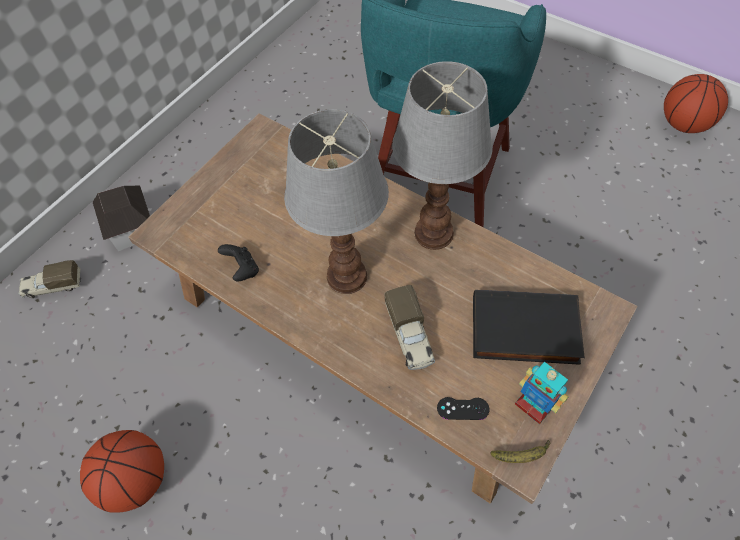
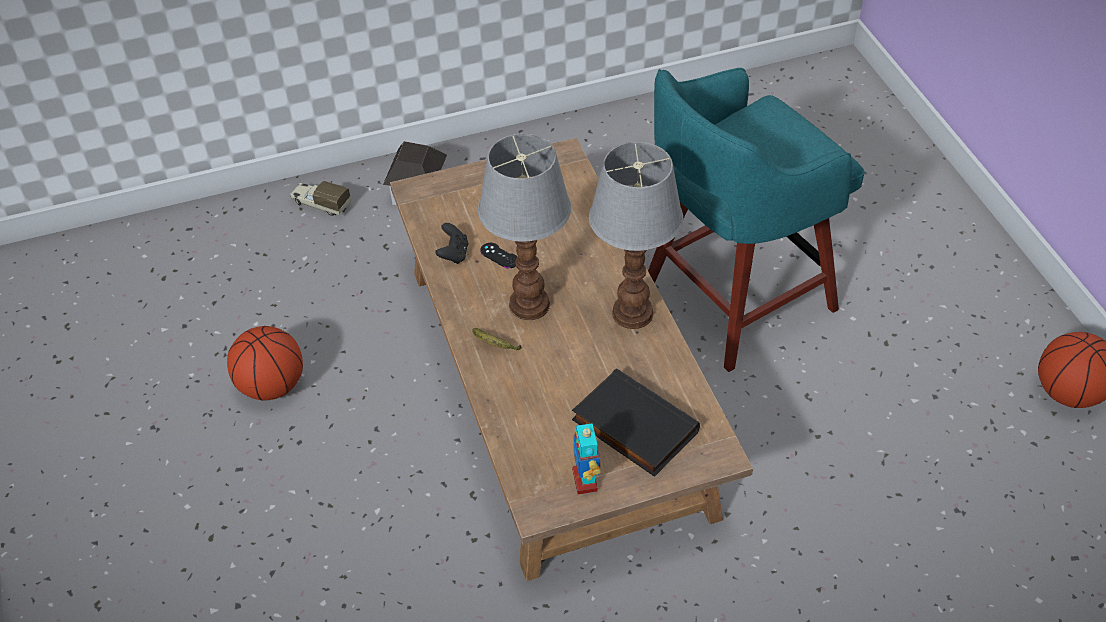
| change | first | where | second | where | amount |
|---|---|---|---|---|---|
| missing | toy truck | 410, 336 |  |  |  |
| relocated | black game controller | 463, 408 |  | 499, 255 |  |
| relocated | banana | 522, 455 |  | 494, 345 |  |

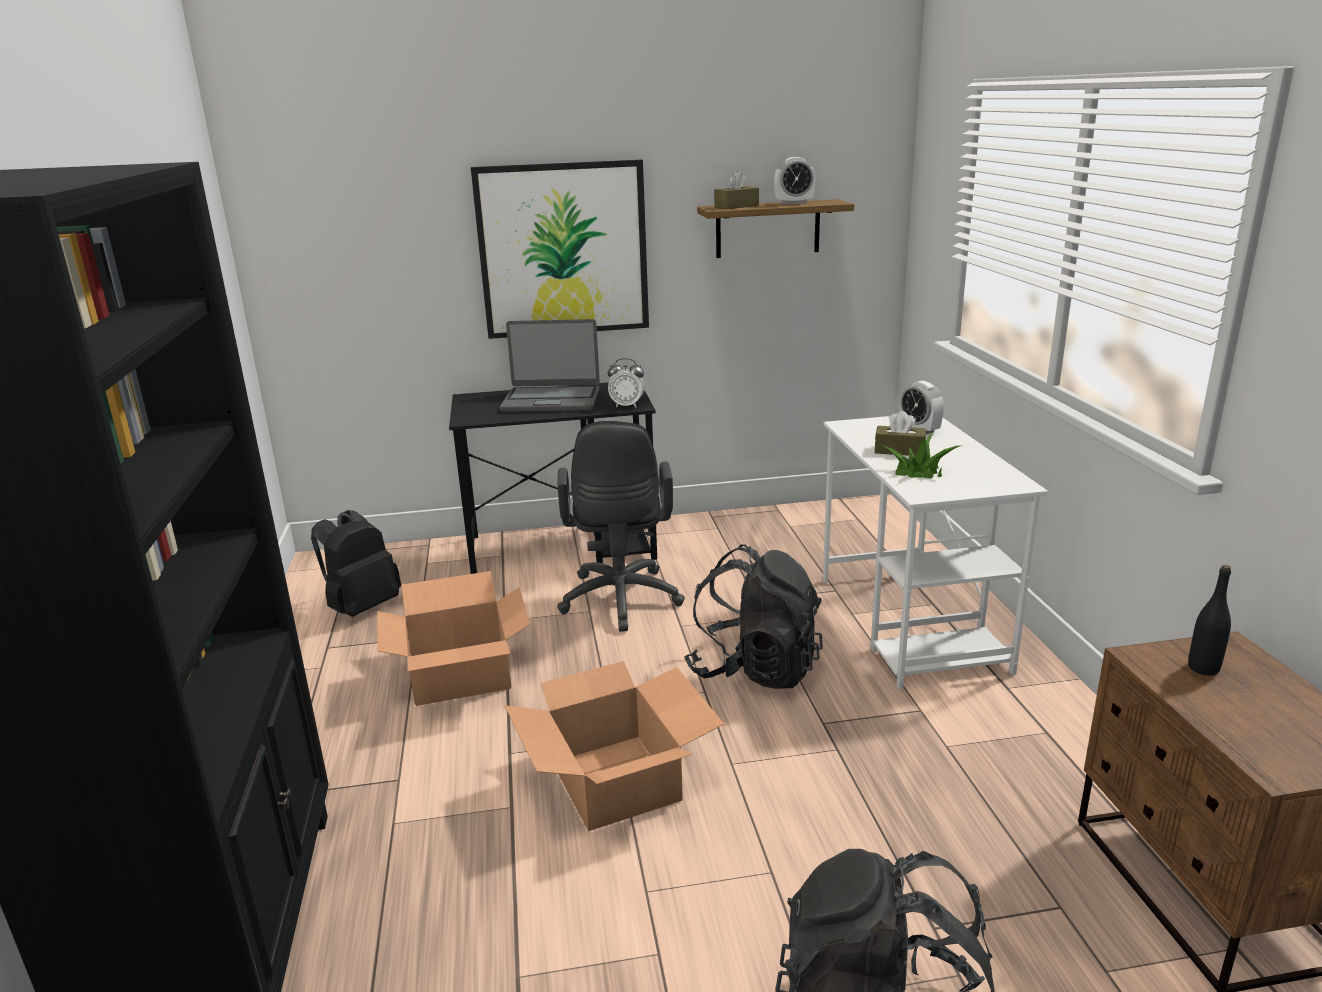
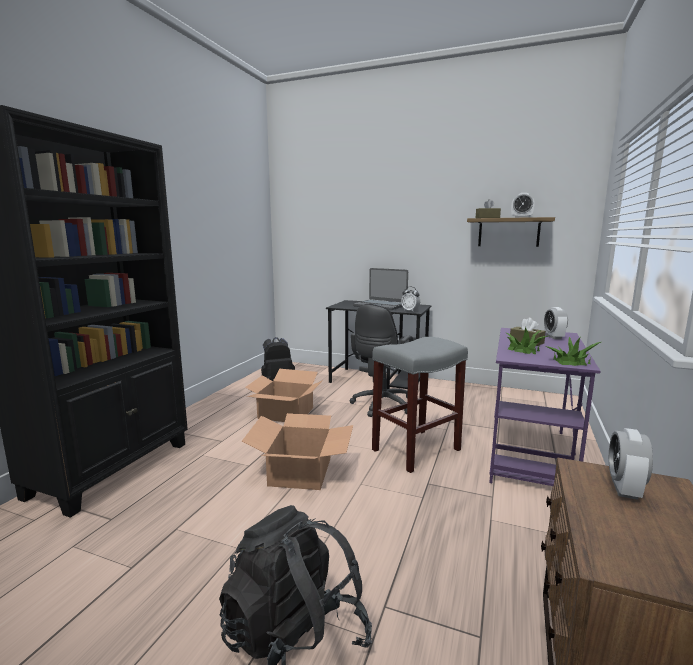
| change | first | where | second | where | amount |
|---|---|---|---|---|---|
| missing | picture | 563, 250 |  |  |  |
| appeared |  |  | potted plant | 571, 361 |  |
| exchanged | black backpack | 755, 669 | grey stool | 416, 449 |  |
| exchanged | black bottle | 1203, 668 | alarm clock | 624, 488 |  |
| colour | white desk | 911, 624 | purple desk | 529, 455 |  |

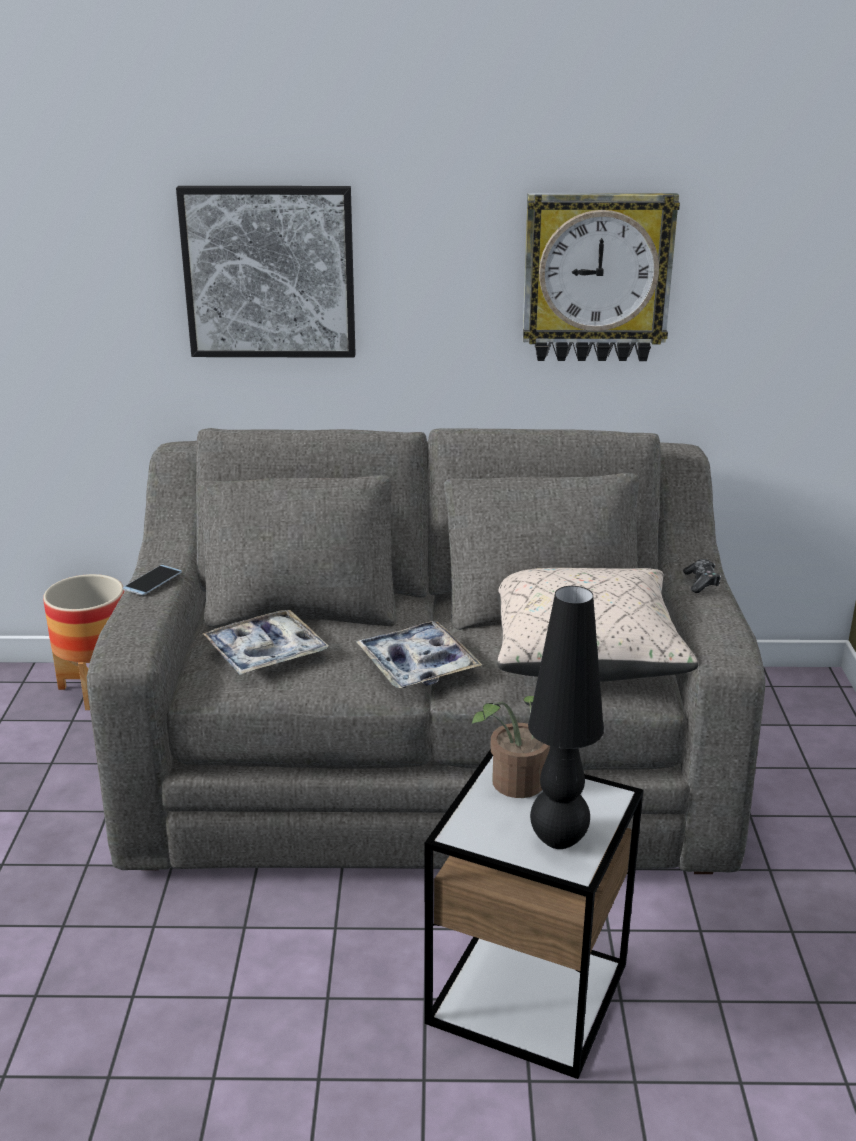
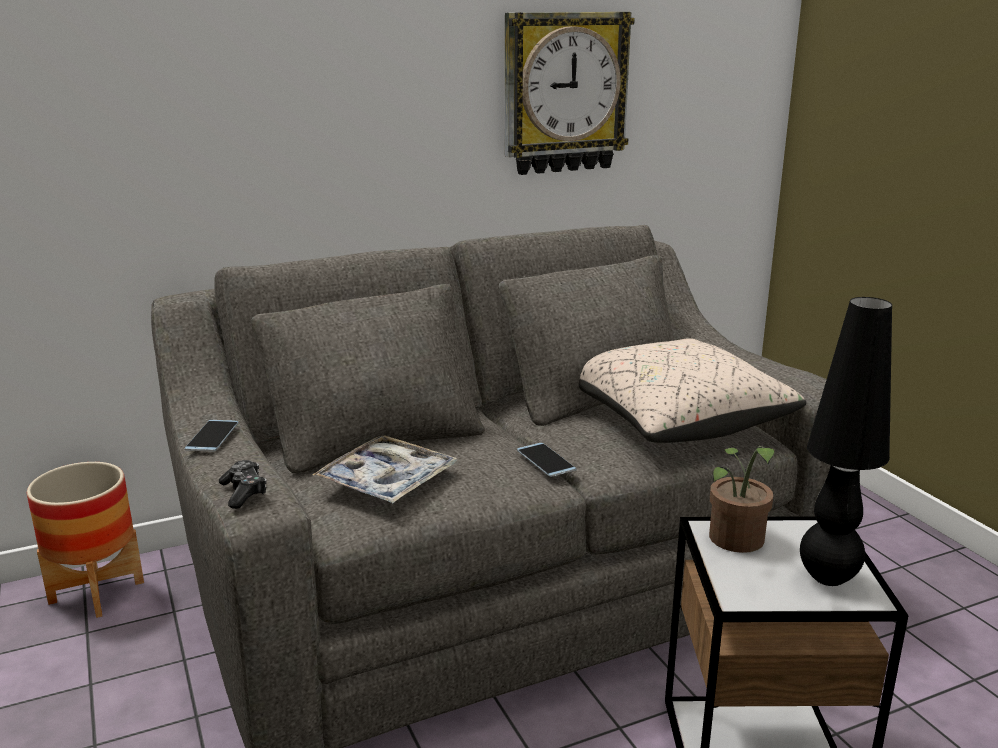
| change | first | where | second | where | amount |
|---|---|---|---|---|---|
| missing | picture | 269, 272 |  |  |  |
| relocated | game controller | 701, 582 |  | 244, 492 |  |
| exchanged | tray | 417, 665 | phone | 545, 460 |  |

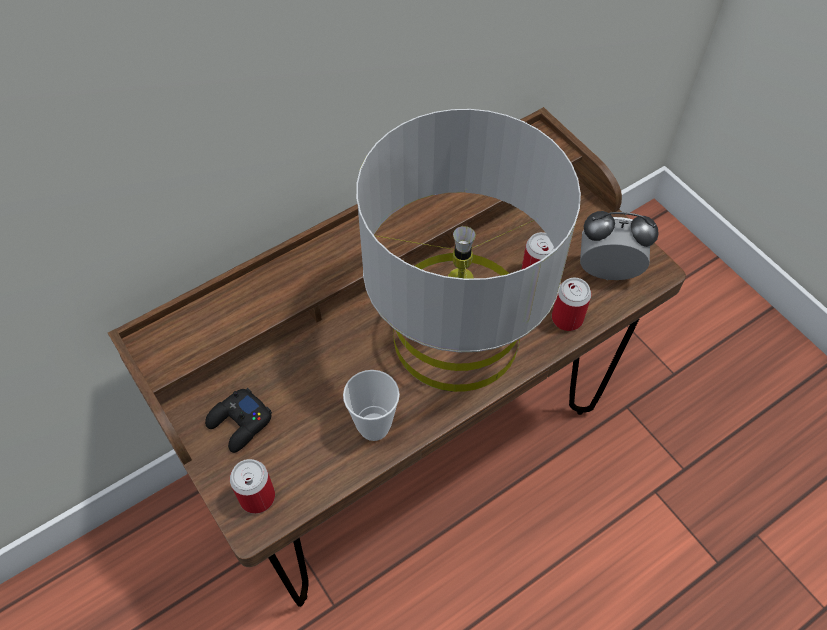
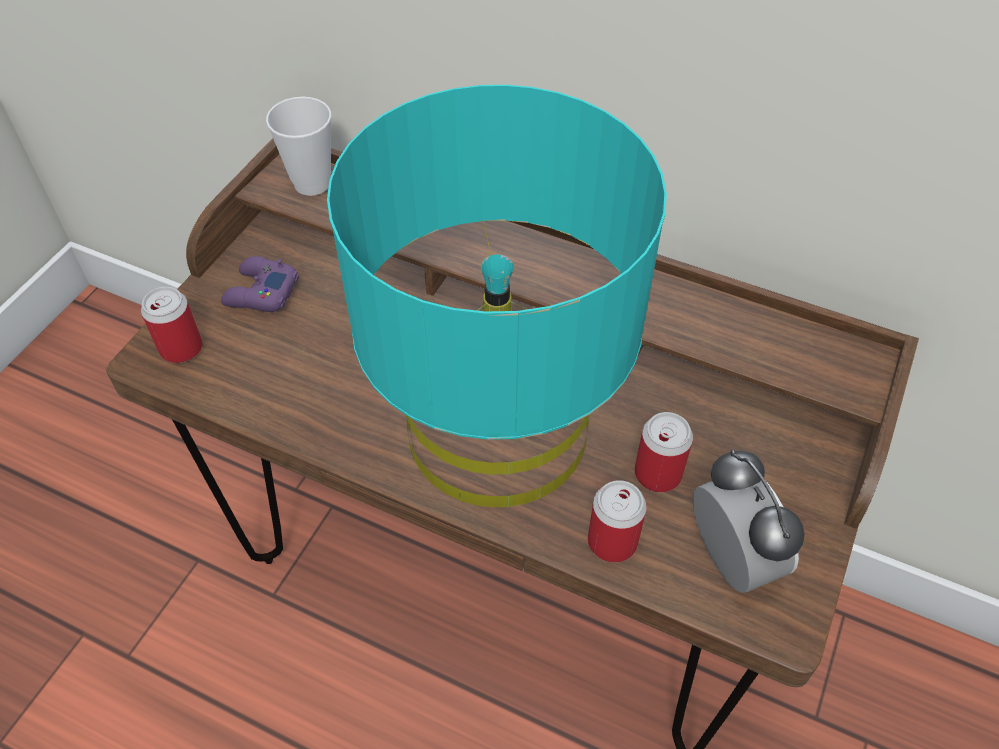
| change | first | where | second | where | amount |
|---|---|---|---|---|---|
| relocated | cup | 374, 426 |  | 312, 183 |  |
| colour | black game controller | 240, 423 | purple game controller | 260, 292 |  |
| colour | grey table lamp | 456, 336 | turquoise table lamp | 497, 430 |  |

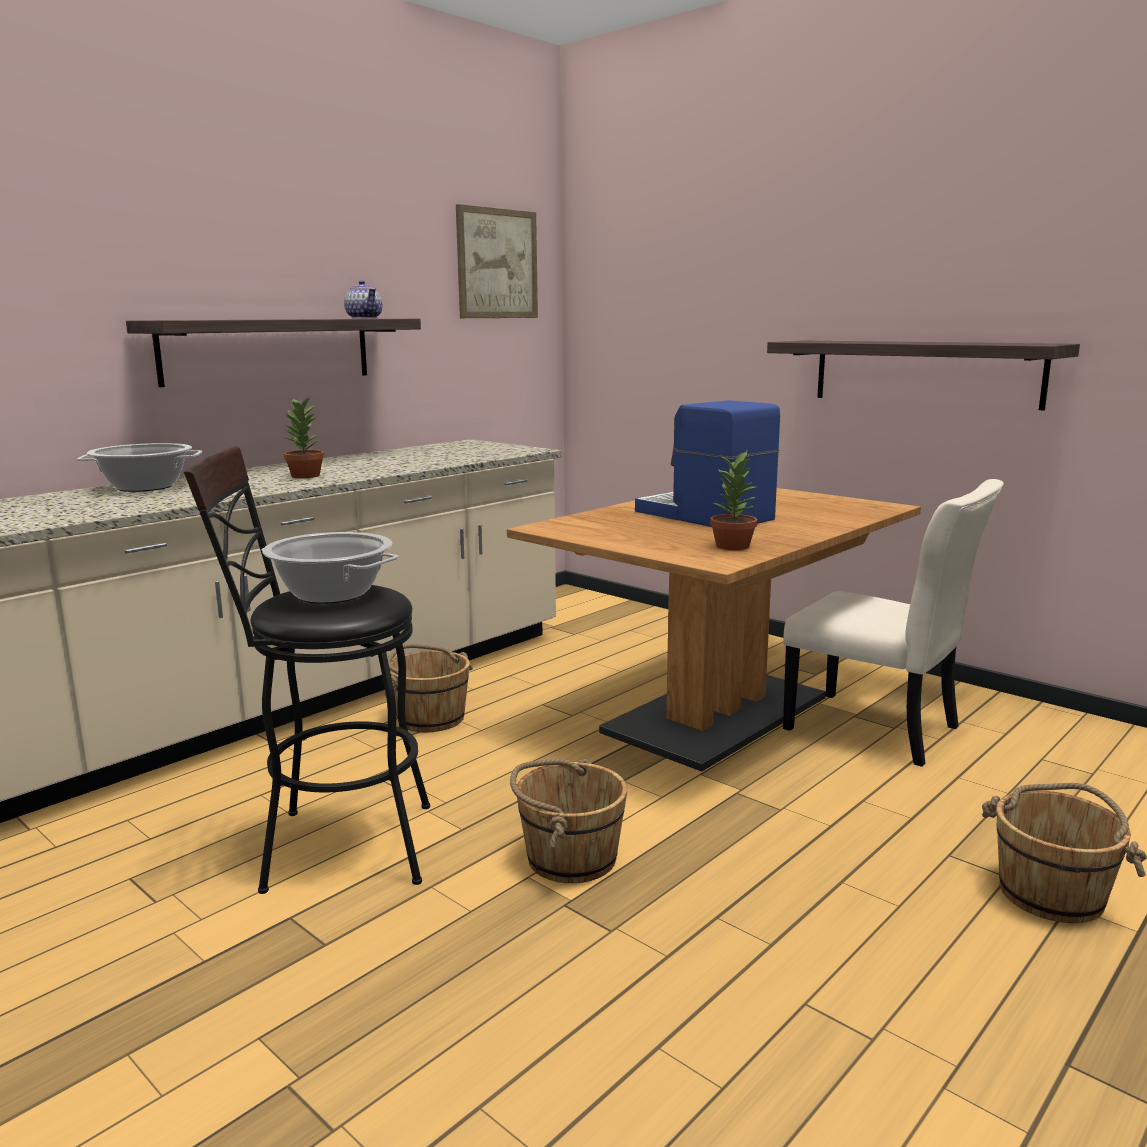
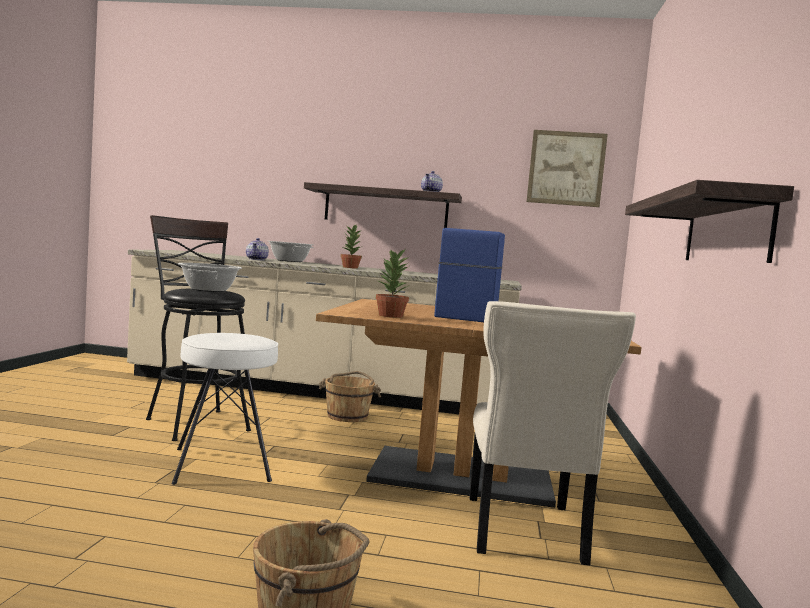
| change | first | where | second | where | amount |
|---|---|---|---|---|---|
| appeared |  |  | teapot | 257, 259 |  |
| exchanged | brown bucket | 569, 857 | white stool | 223, 464 |  |

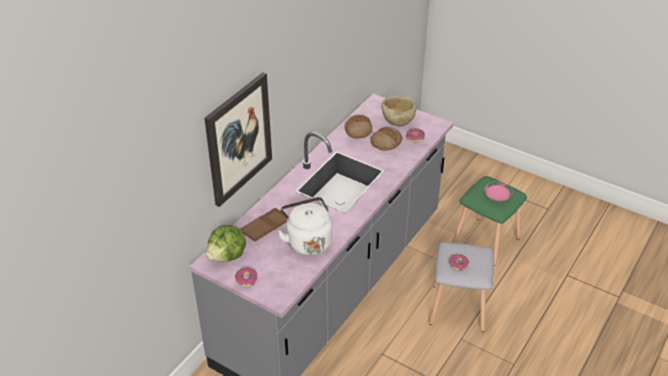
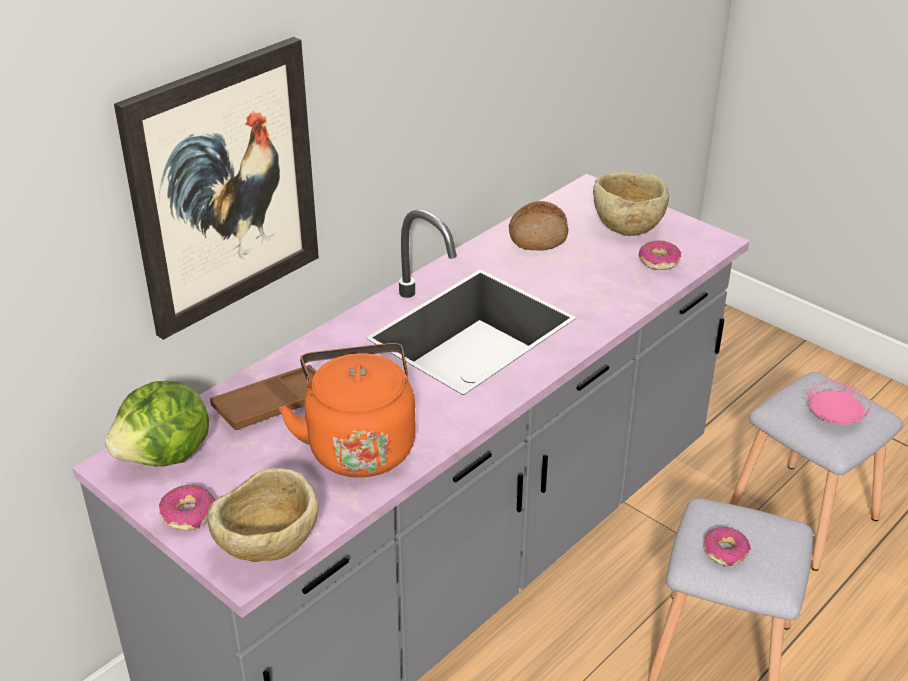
| change | first | where | second | where | amount |
|---|---|---|---|---|---|
| missing | bread | 386, 142 |  |  |  |
| appeared |  |  | beige bowl | 268, 549 |  |
| colour | white kettle | 307, 241 | orange kettle | 359, 445 |  |
| colour | green stool | 487, 241 | grey stool | 805, 515 |  |

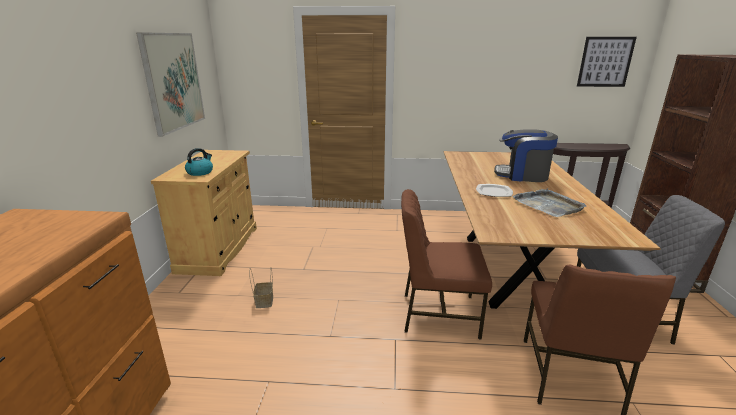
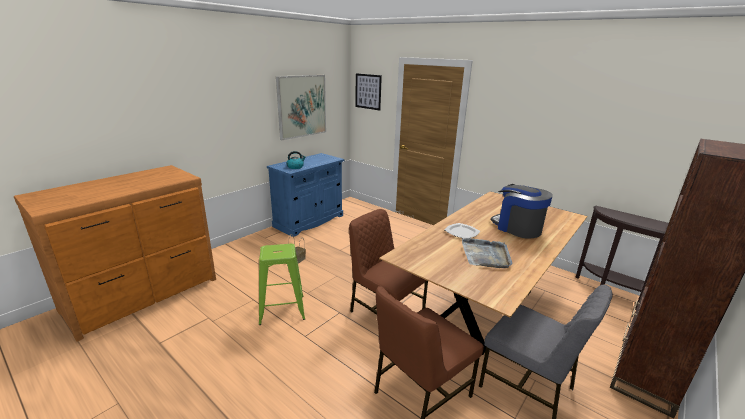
| change | first | where | second | where | amount |
|---|---|---|---|---|---|
| appeared |  |  | green stool | 281, 309 |  |
| relocated | picture | 605, 62 |  | 368, 91 |  |
| colour | beige cabinet | 219, 249 | blue cabinet | 309, 221 |  |

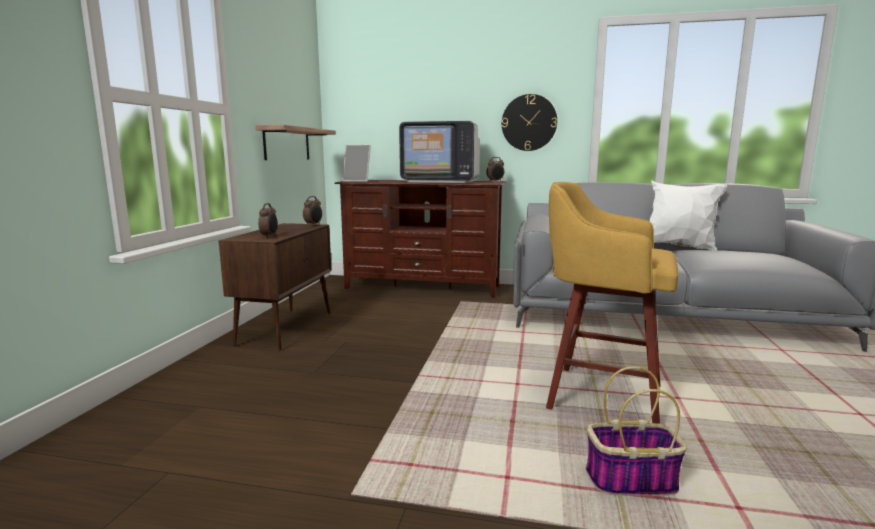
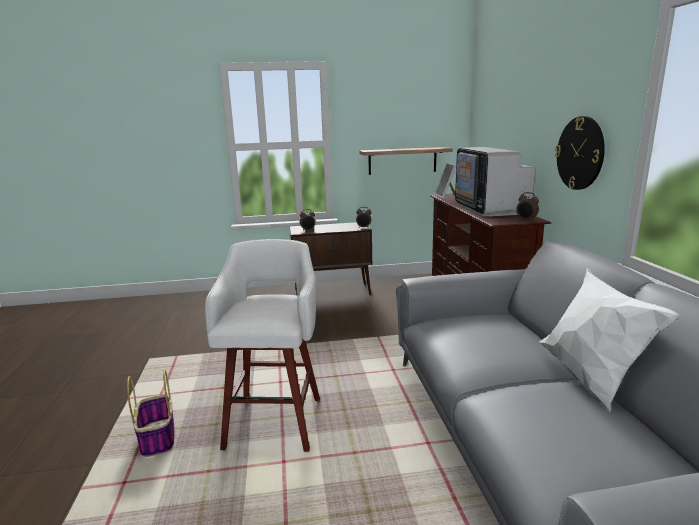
| change | first | where | second | where | amount |
|---|---|---|---|---|---|
| colour | yellow stool | 600, 396 | white stool | 275, 420 |  |

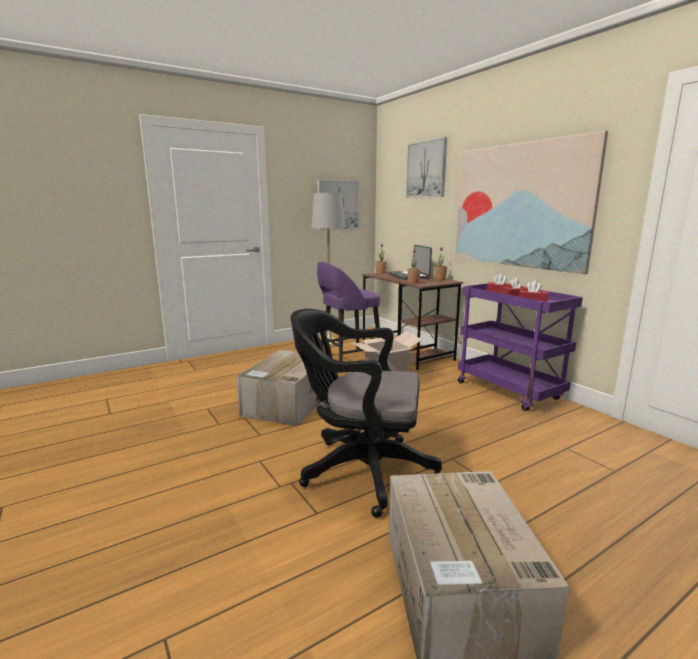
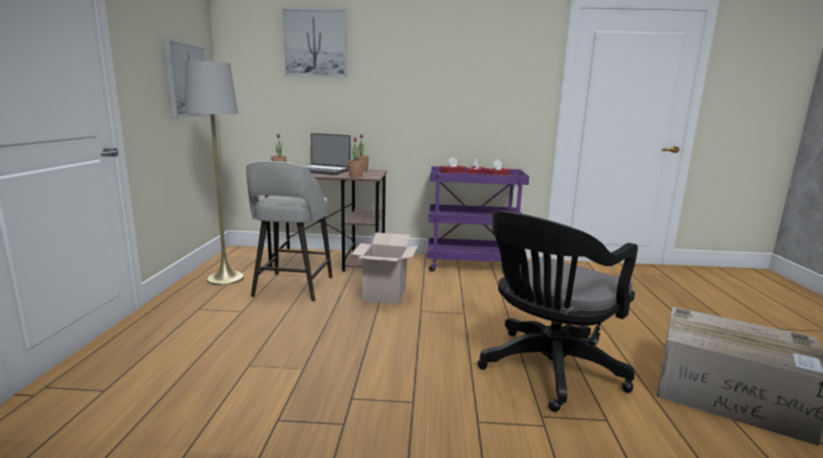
| change | first | where | second | where | amount |
|---|---|---|---|---|---|
| missing | cardboard box | 287, 404 |  |  |  |
| missing | picture | 520, 205 |  |  |  |
| colour | purple stool | 347, 359 | grey stool | 292, 287 |  |

